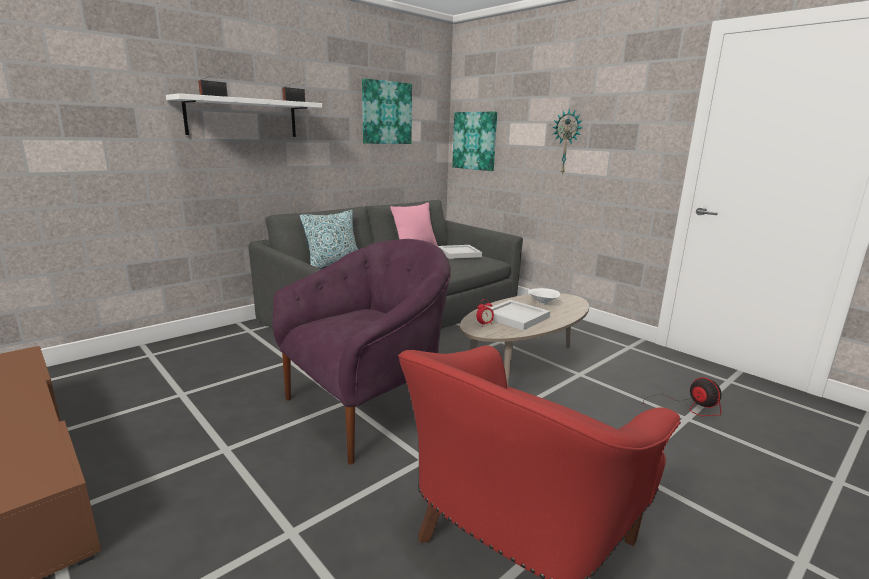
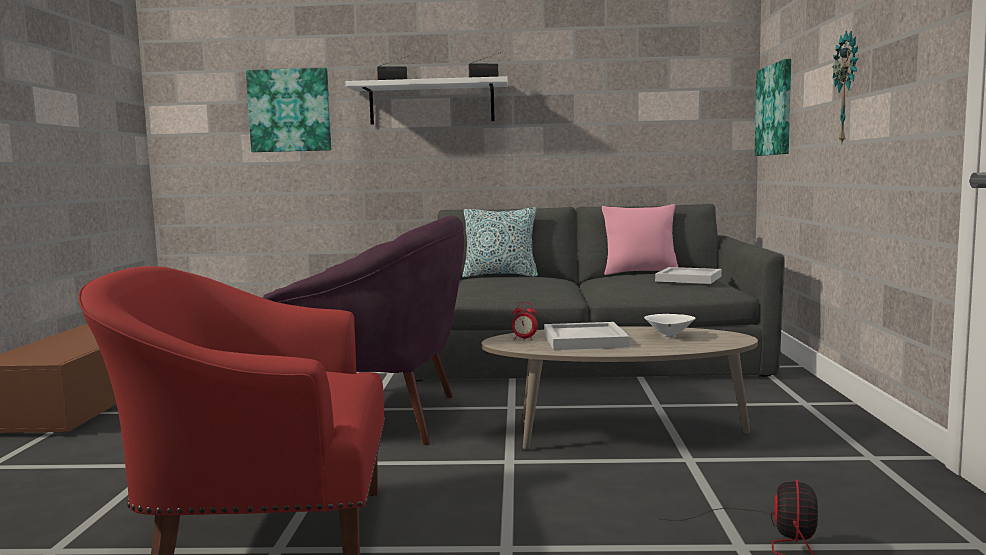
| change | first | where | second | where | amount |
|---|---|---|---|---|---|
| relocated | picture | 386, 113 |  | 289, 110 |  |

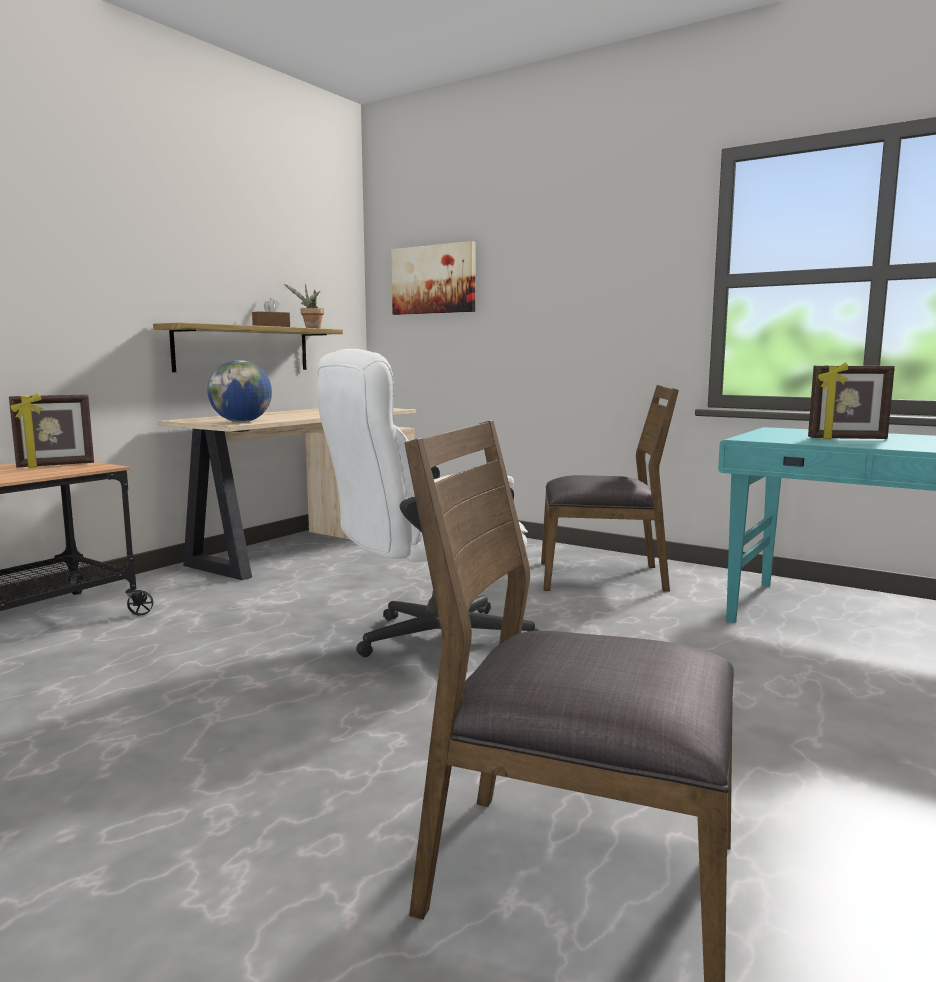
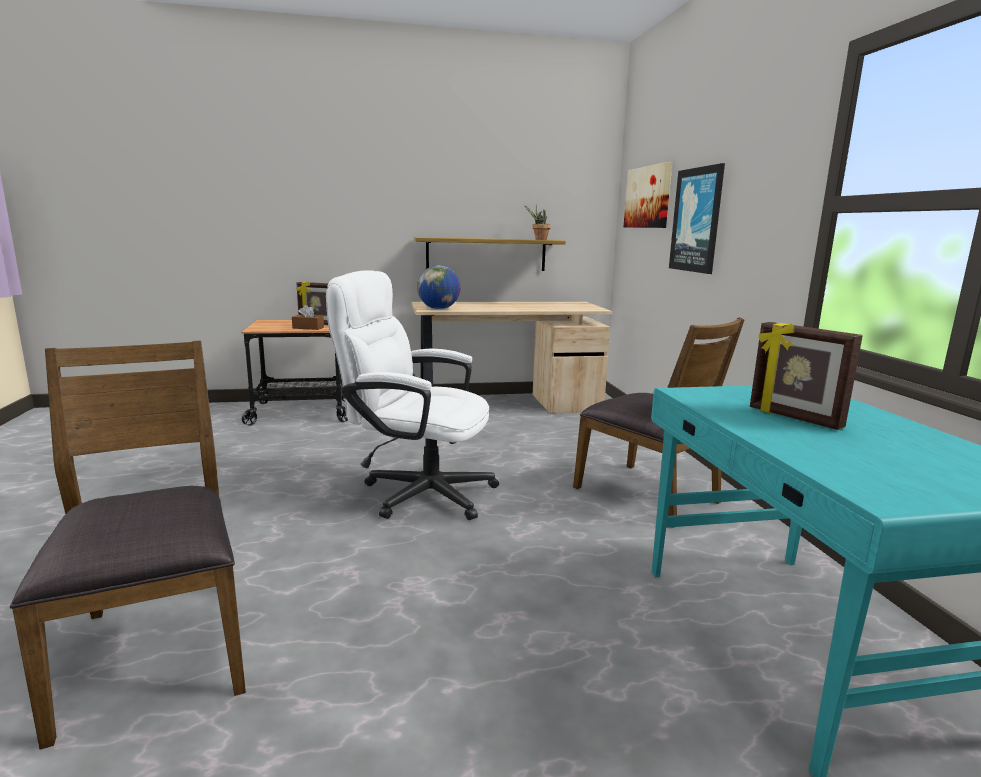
| change | first | where | second | where | amount |
|---|---|---|---|---|---|
| appeared |  |  | picture | 697, 220 |  |
| relocated | brown tissue box | 271, 327 |  | 308, 328 |  |

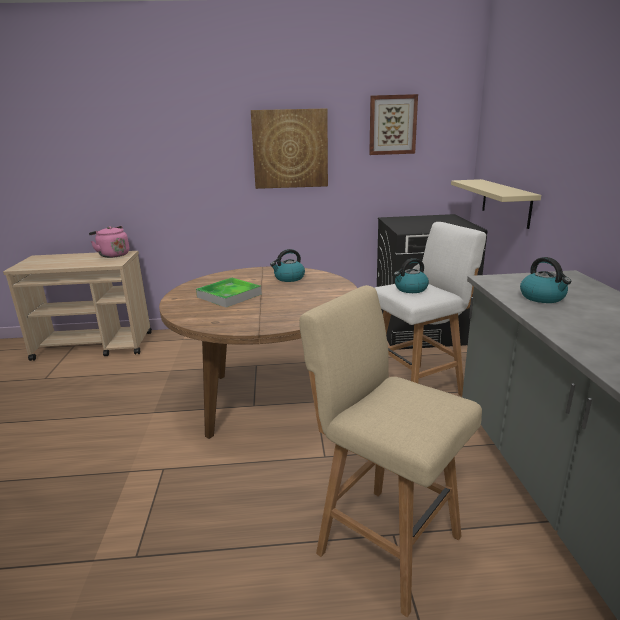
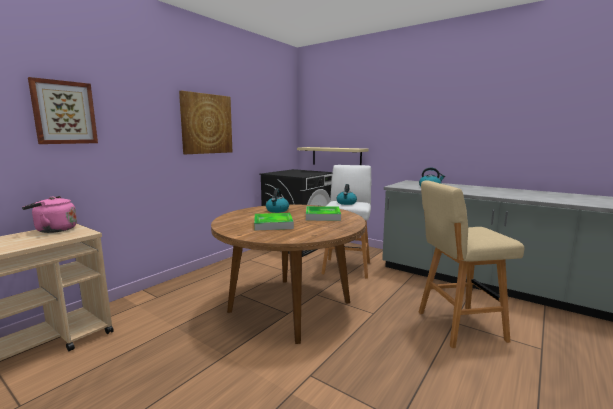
| change | first | where | second | where | amount |
|---|---|---|---|---|---|
| appeared |  |  | tray | 322, 216 |  |
| relocated | picture | 392, 125 |  | 64, 112 |  |

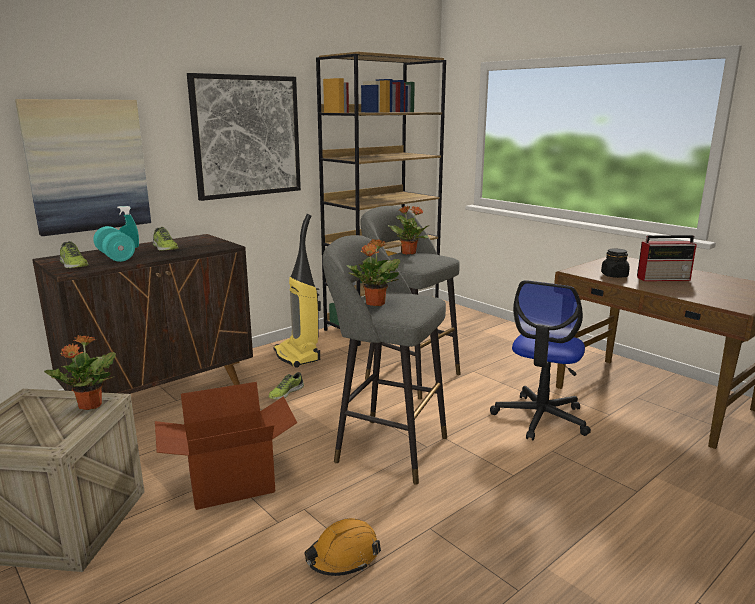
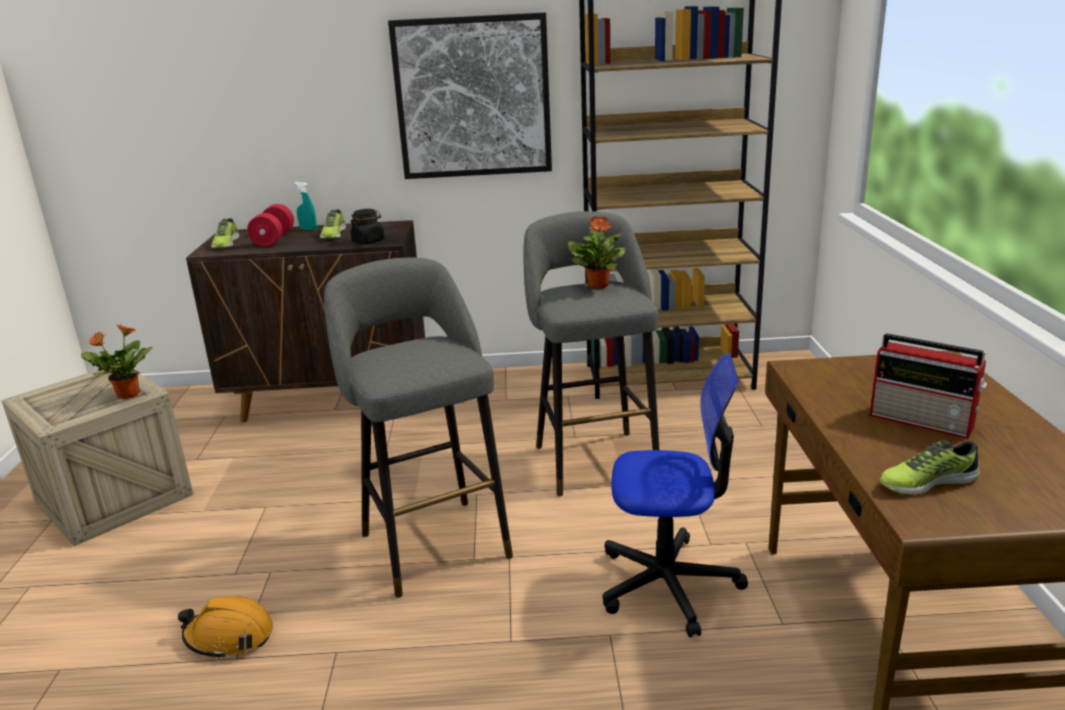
| change | first | where | second | where | amount |
|---|---|---|---|---|---|
| missing | picture | 87, 166 |  |  |  |
| missing | cardboard box | 231, 484 |  |  |  |
| missing | vacuum cleaner | 298, 356 |  |  |  |
| missing | potted plant | 374, 304 |  |  |  |
| relocated | shoe | 285, 393 |  | 926, 482 |  |
| relocated | black jar | 614, 275 |  | 368, 241 |  |
| colour | turquoise dumbbell | 115, 256 | red dumbbell | 273, 239 |  |
| spun | office chair | 540, 418 |  | 668, 584 | 150 degrees counterclockwise |

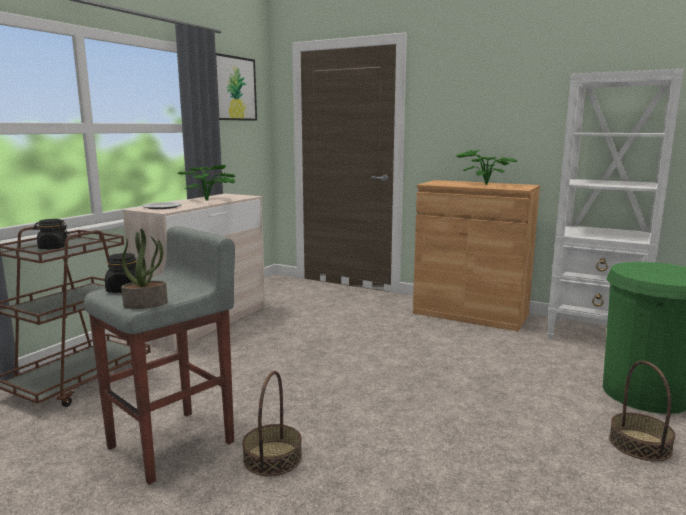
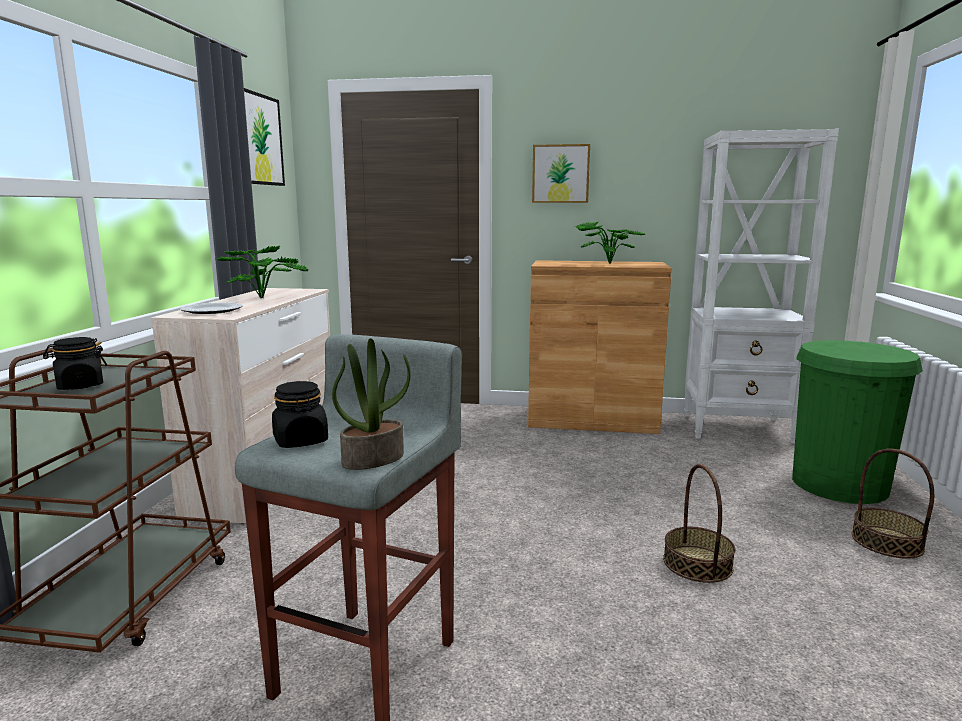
| change | first | where | second | where | amount |
|---|---|---|---|---|---|
| appeared |  |  | picture | 560, 174 |  |
| relocated | basket | 273, 458 |  | 698, 564 |  |

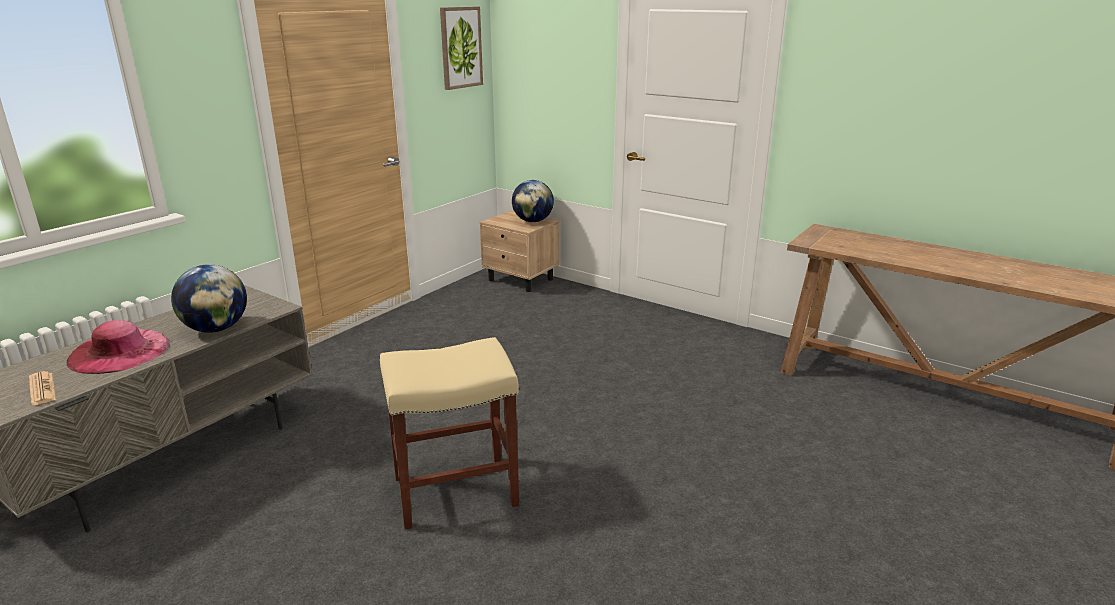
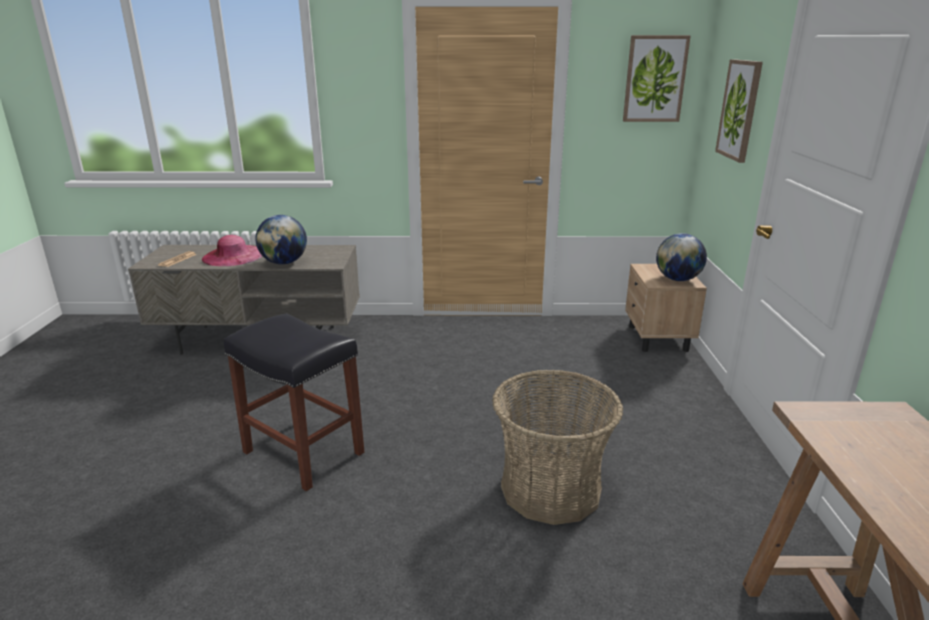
| change | first | where | second | where | amount |
|---|---|---|---|---|---|
| appeared |  |  | basket | 551, 489 |  |
| appeared |  |  | picture | 740, 110 |  |
| colour | beige stool | 457, 490 | black stool | 305, 452 |  |

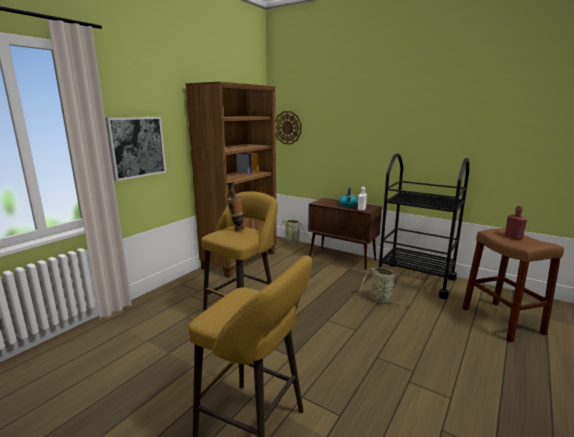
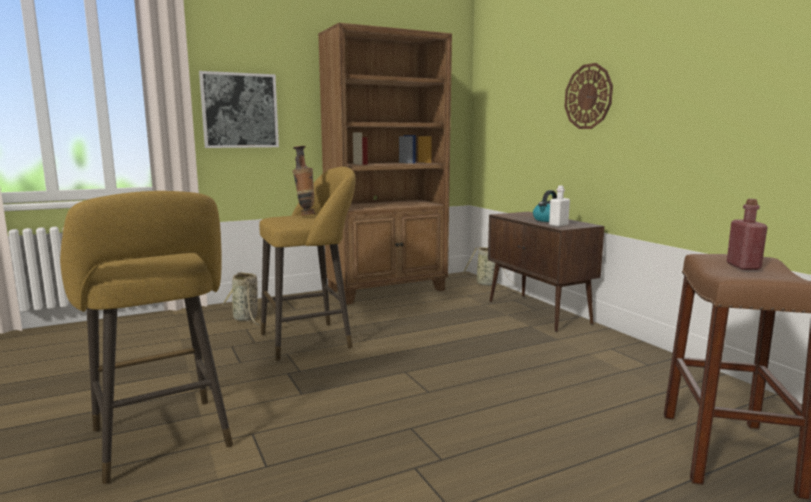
| change | first | where | second | where | amount |
|---|---|---|---|---|---|
| missing | black cart | 415, 279 |  |  |  |
| relocated | wall clock | 287, 127 |  | 588, 96 |  |
| relocated | basket | 382, 300 |  | 246, 318 |  |

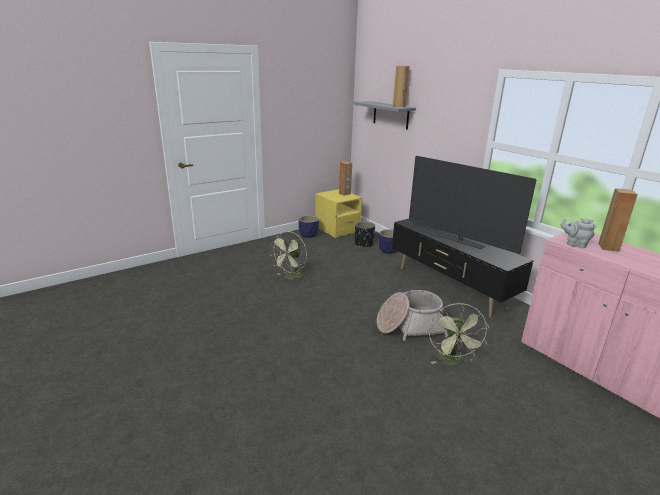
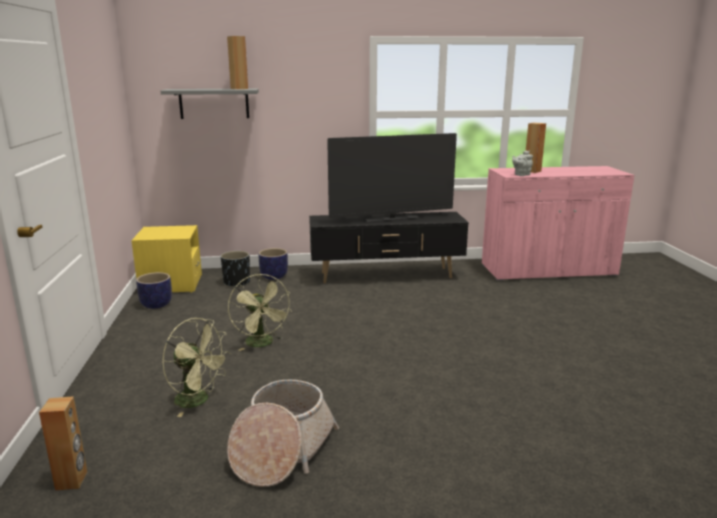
| change | first | where | second | where | amount |
|---|---|---|---|---|---|
| relocated | brown speaker | 345, 194 |  | 72, 481 |  |
| relocated | basket | 410, 326 |  | 282, 450 |  |
| relocated | green fan | 453, 362 |  | 198, 401 |  |

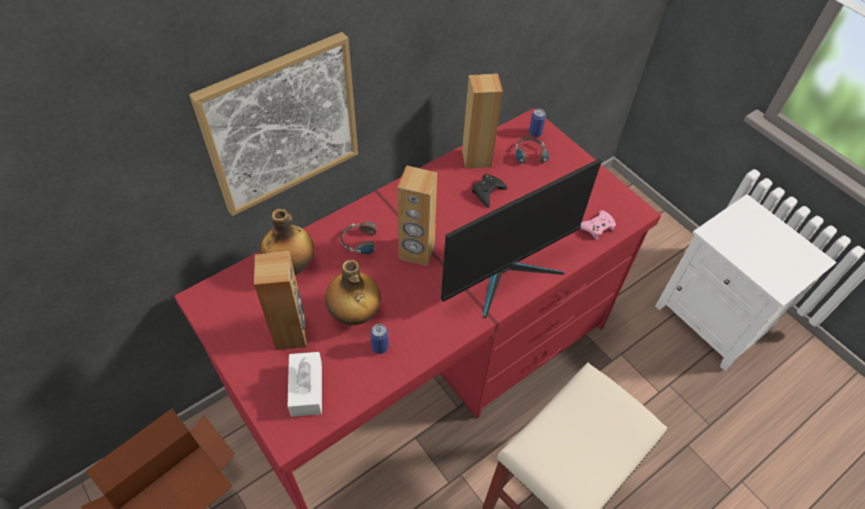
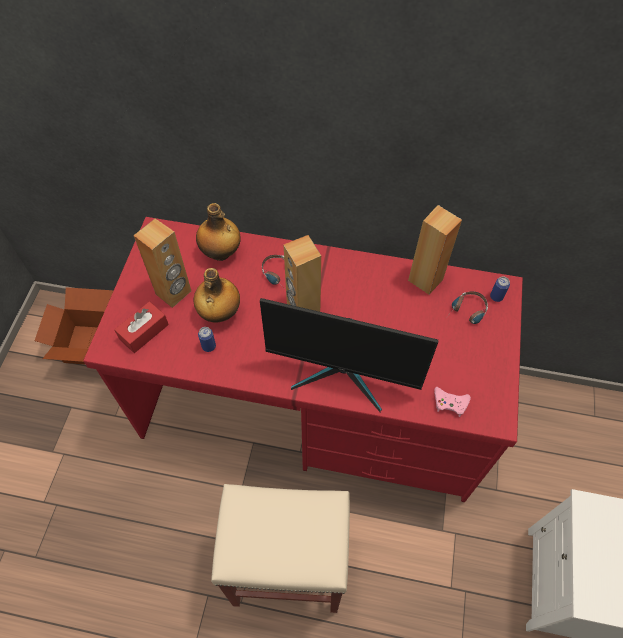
| change | first | where | second | where | amount |
|---|---|---|---|---|---|
| missing | picture | 282, 125 |  |  |  |
| missing | black game controller | 487, 192 |  |  |  |
| colour | white tissue box | 306, 389 | red tissue box | 144, 332 |  |

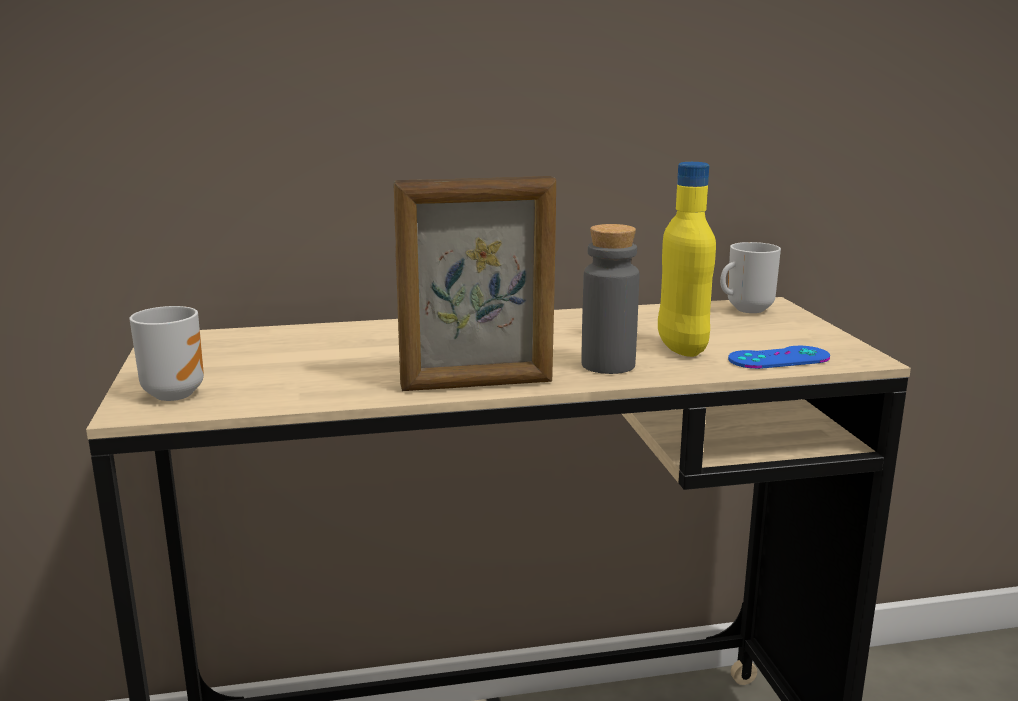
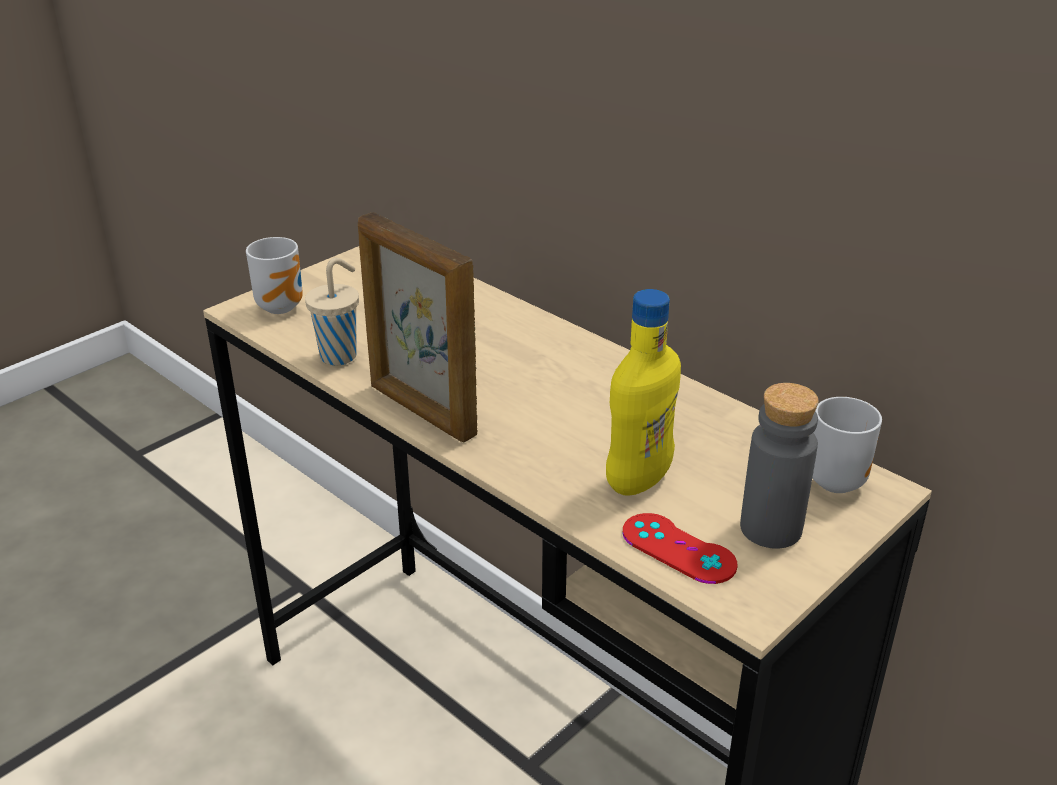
| change | first | where | second | where | amount |
|---|---|---|---|---|---|
| appeared |  |  | beige cup | 340, 355 |  |
| relocated | grey bottle | 608, 365 |  | 771, 528 |  |
| colour | blue game controller | 779, 358 | red game controller | 678, 549 |  |

